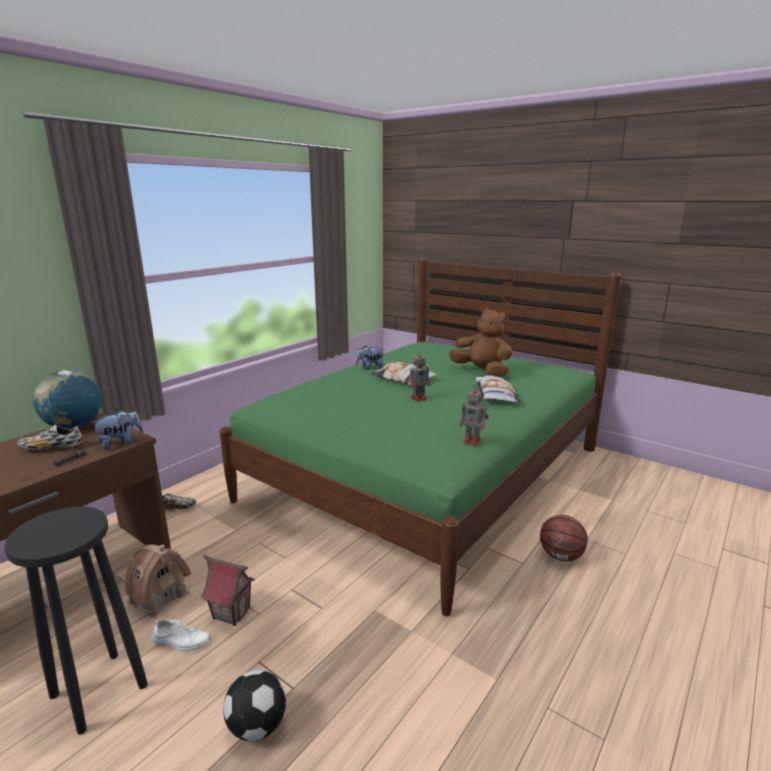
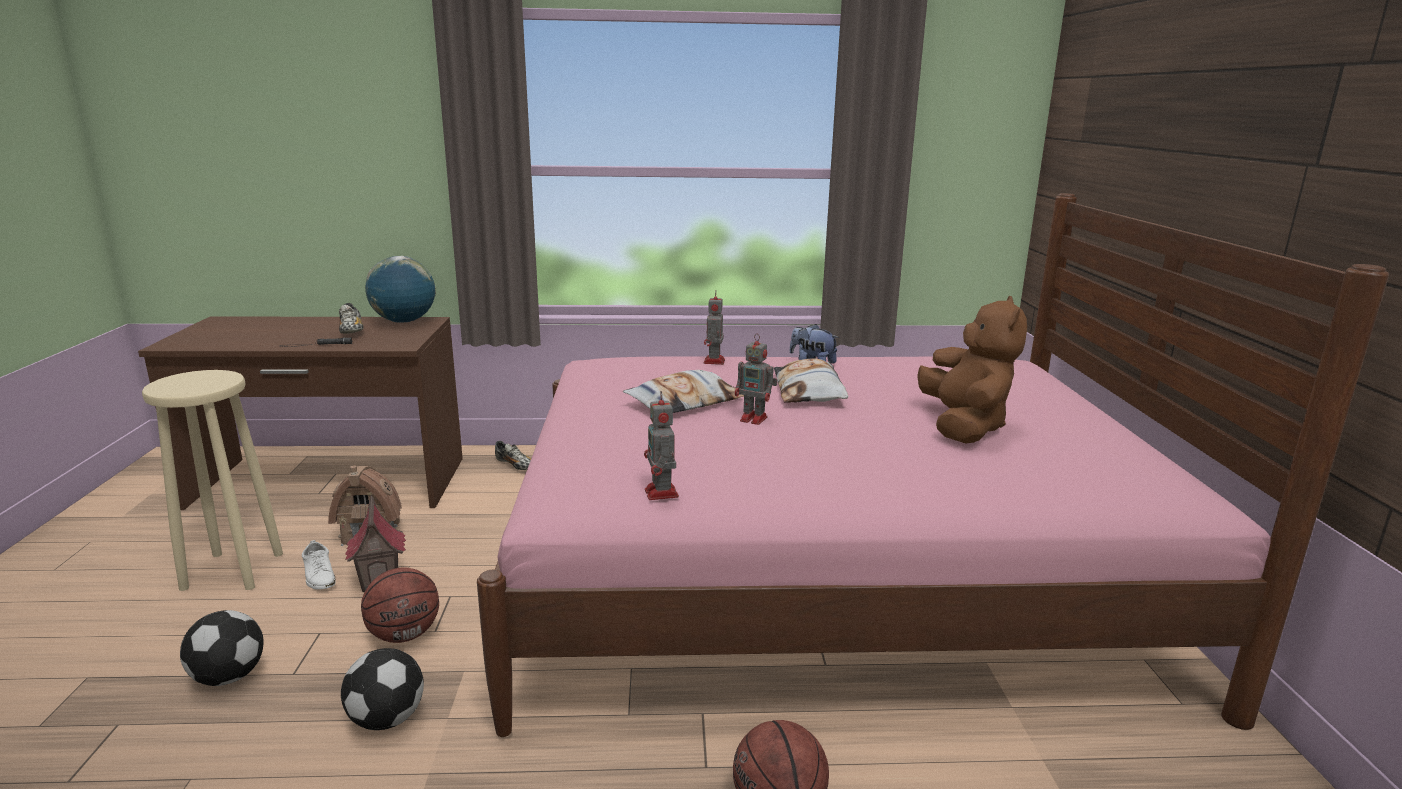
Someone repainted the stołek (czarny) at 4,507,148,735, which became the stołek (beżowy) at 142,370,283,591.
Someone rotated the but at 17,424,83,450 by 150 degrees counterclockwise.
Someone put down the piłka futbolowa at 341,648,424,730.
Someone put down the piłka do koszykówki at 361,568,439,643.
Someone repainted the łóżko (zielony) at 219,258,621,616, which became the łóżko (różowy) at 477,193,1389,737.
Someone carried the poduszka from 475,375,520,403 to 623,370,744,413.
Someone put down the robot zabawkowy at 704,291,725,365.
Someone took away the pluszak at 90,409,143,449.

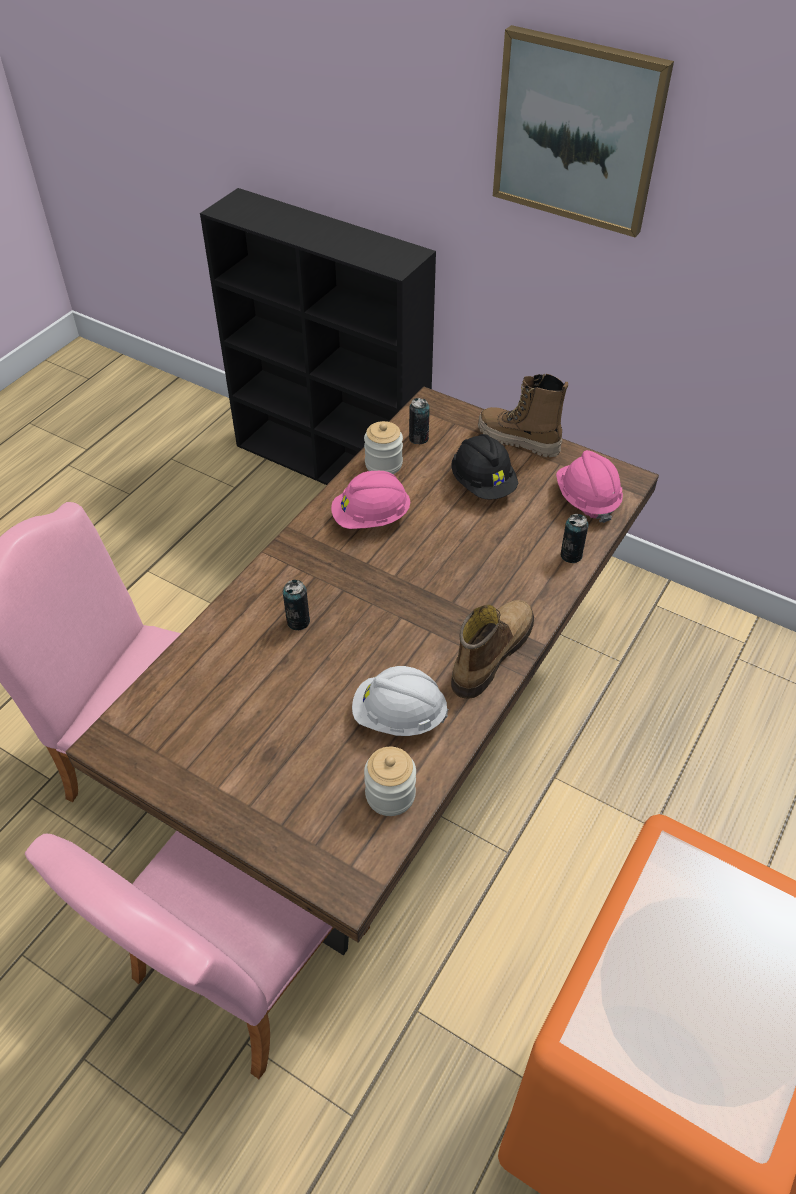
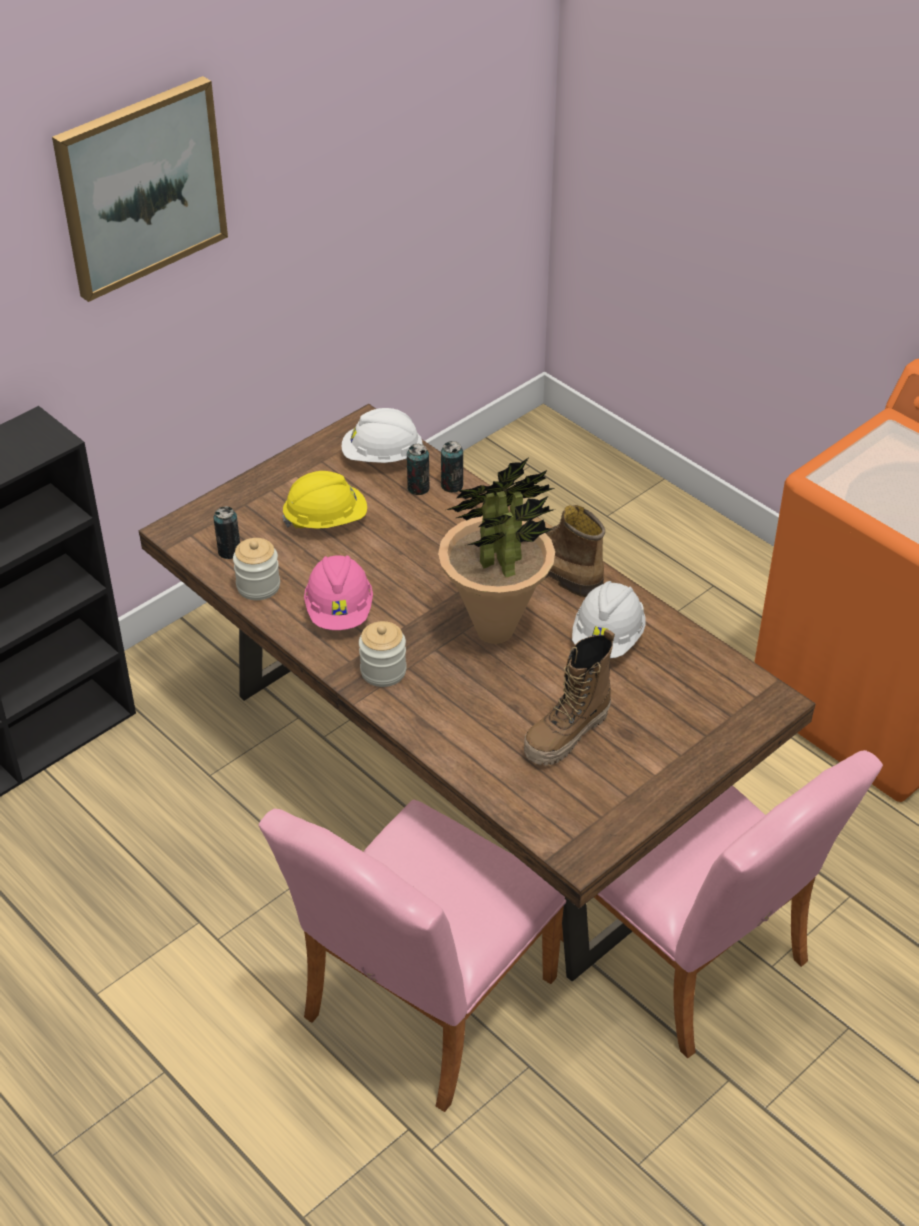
Someone repainted the kask (czarny) at 451,434,518,500, which became the kask (żółty) at 282,471,367,529.
Someone repainted the kask (różowy) at 556,450,623,523, which became the kask (biały) at 341,408,423,463.
Someone carried the słoik from 364,747,416,816 to 359,621,407,687.
Someone carried the puszka from 283,580,310,630 to 407,444,430,495.
Someone put down the roślina doniczkowa at 438,458,556,644.
Someone carried the but z cholewką from 478,374,568,457 to 524,629,615,766.

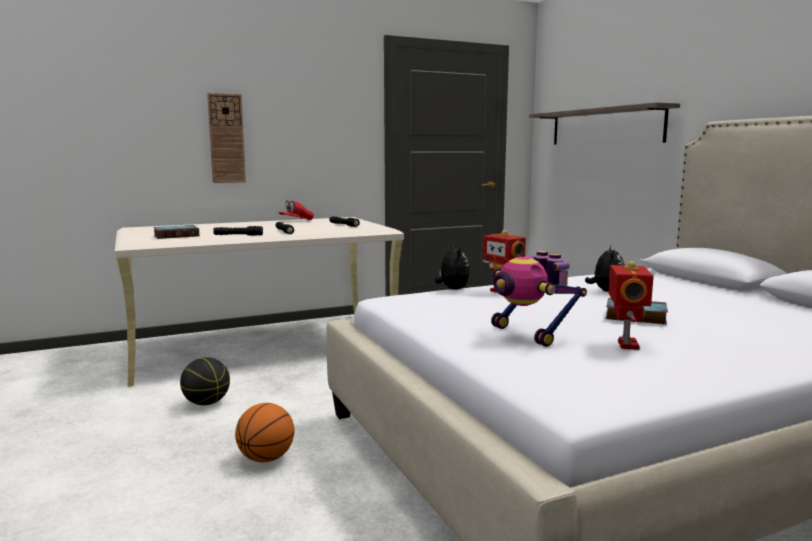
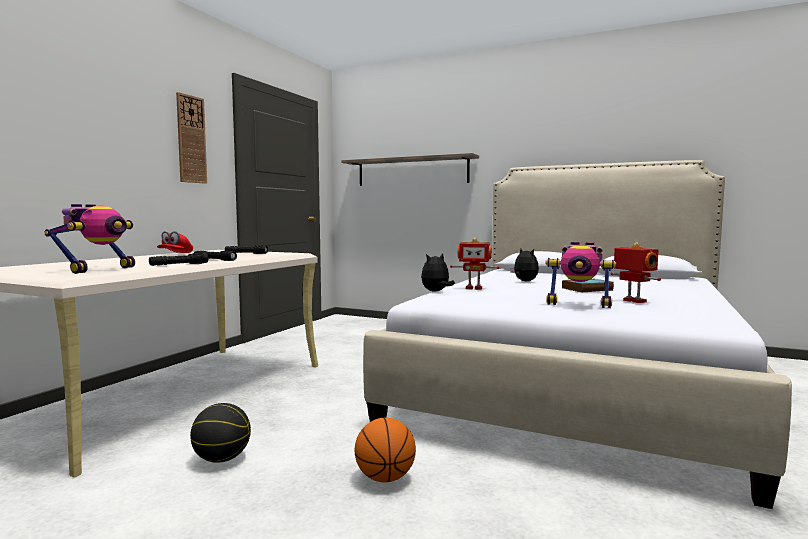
Someone swapped the książka at 153,225,199,239 for the robot zabawkowy at 44,204,135,274.
Someone carried the zegar ścienny from 207,93,246,183 to 176,92,207,184.
Someone rotated the pluszak at 435,244,470,289 by 75 degrees counterclockwise.

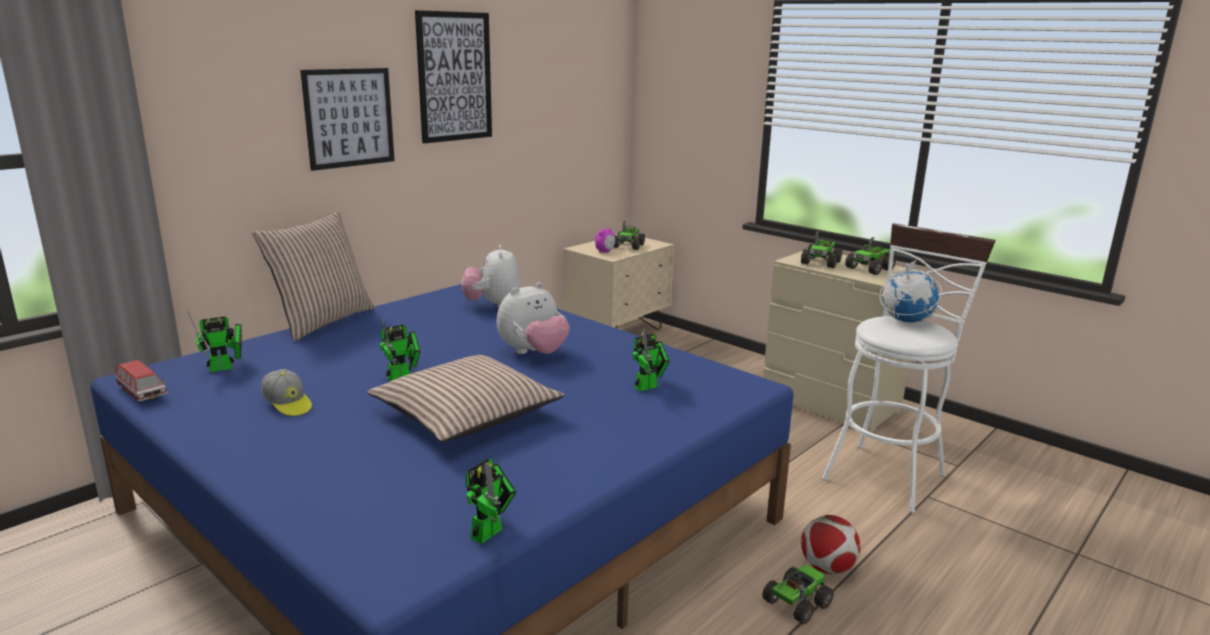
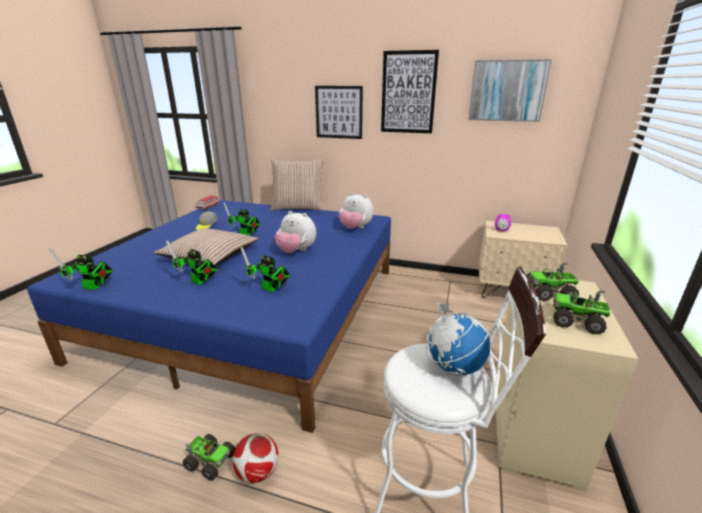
Someone carried the robot zabawkowy from 186,309,242,372 to 166,240,218,285.
Someone rotated the pluszak at 462,245,521,309 by 120 degrees counterclockwise.
Someone put up the obraz at 468,60,552,122.
Someone took away the ciężarówka zabawkowa at 614,221,645,250.

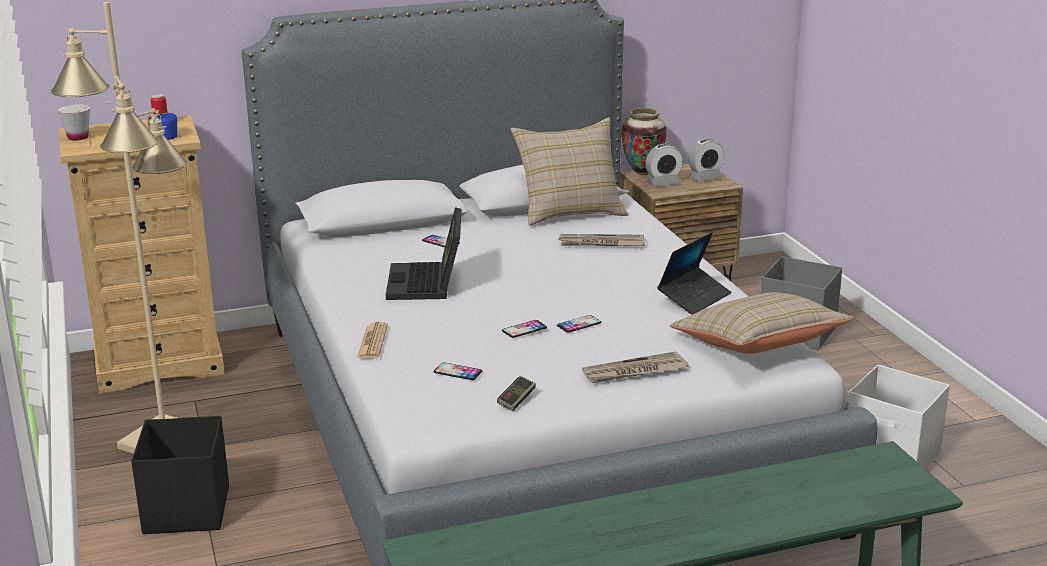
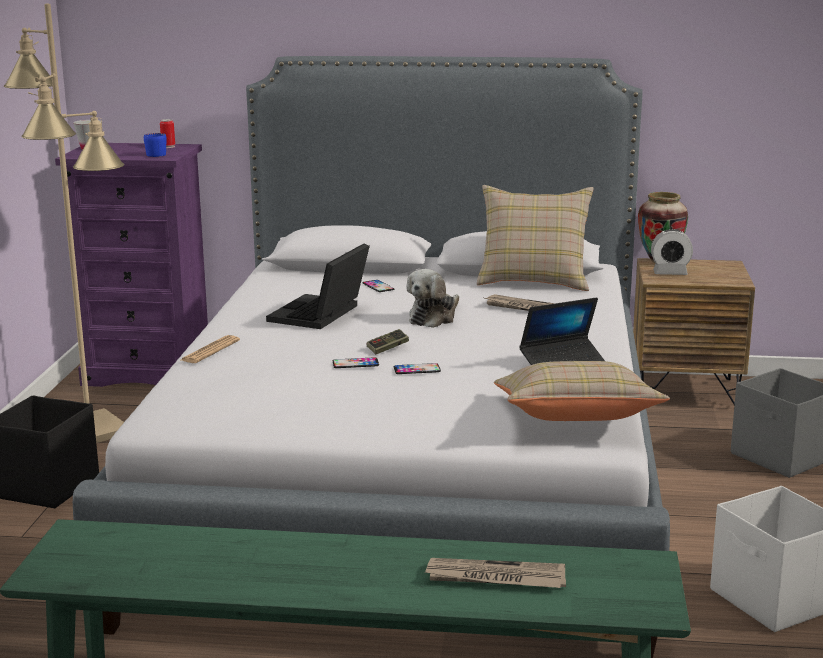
Someone repainted the komoda (beżowy) at 59,116,225,394, which became the komoda (fioletowy) at 55,143,208,387.
Someone carried the pad do gier from 497,376,536,411 to 367,329,409,354.
Someone put down the pluszak at 406,269,459,328.
Someone carried the gazeta from 582,351,689,383 to 425,558,566,588.
Someone took away the telefon at 434,363,482,380.
Someone took away the budzik at 688,138,724,182.

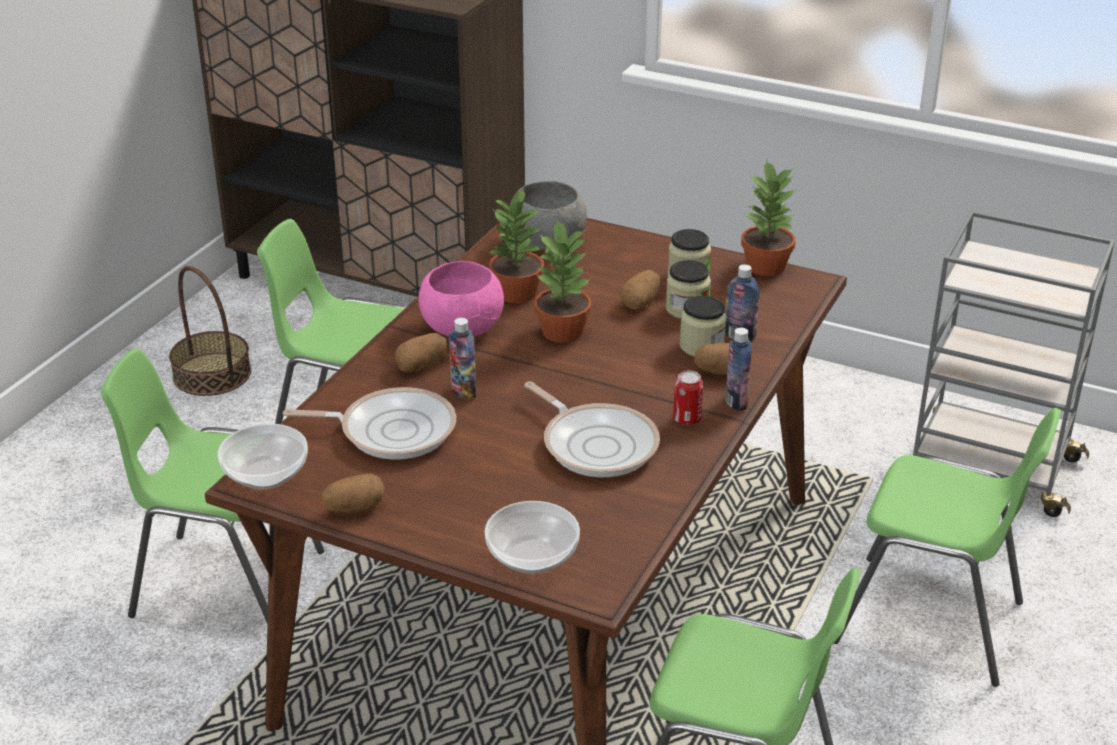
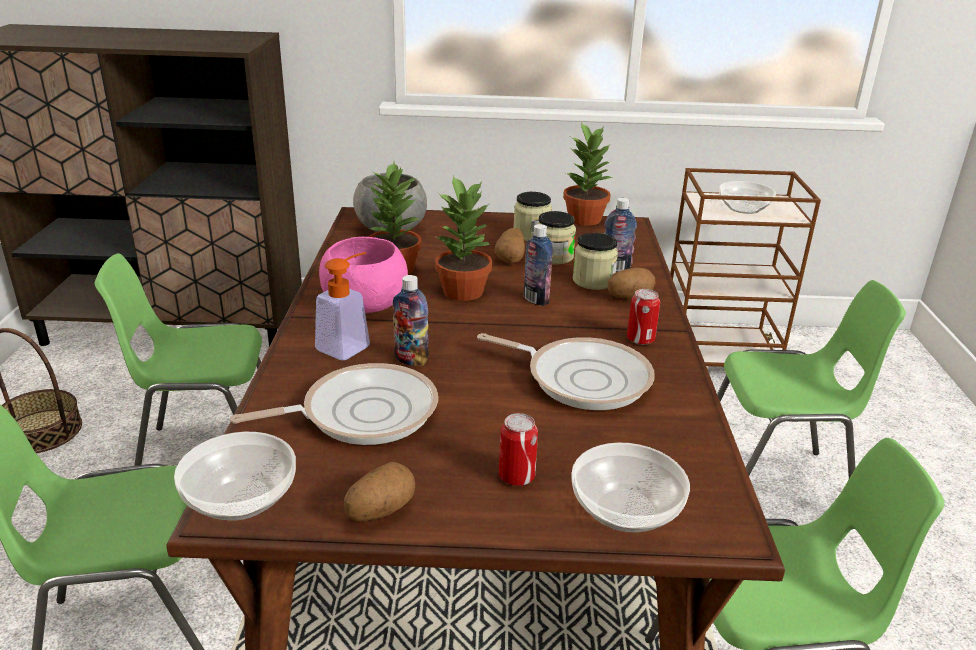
Someone swapped the ziemniak at 395,333,447,372 for the dozownik mydła at 315,252,370,360.
Someone put down the puszka at 499,413,538,486.
Someone carried the butelka from 725,328,752,411 to 524,224,553,306.
Someone repainted the wózek (szary) at 913,211,1115,517, which became the wózek (brązowy) at 670,168,821,367.
Someone put down the miska at 719,181,776,214.

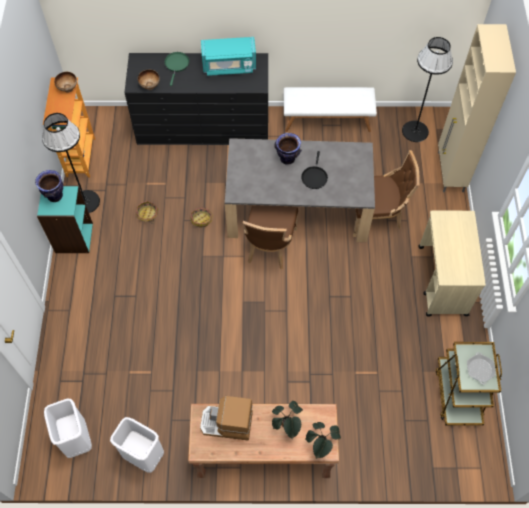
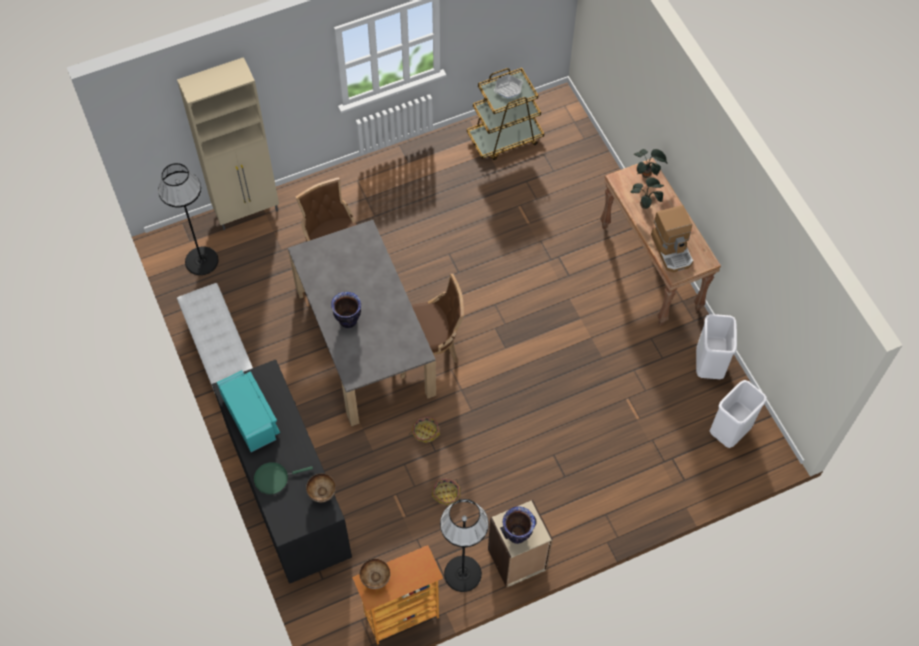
Someone repainted the regał (turkusowy) at 37,185,93,253, which became the regał (beżowy) at 488,500,553,588.
Someone took away the patelnia (czarny) at 301,151,328,189.
Someone took away the wózek (beżowy) at 418,211,486,317.

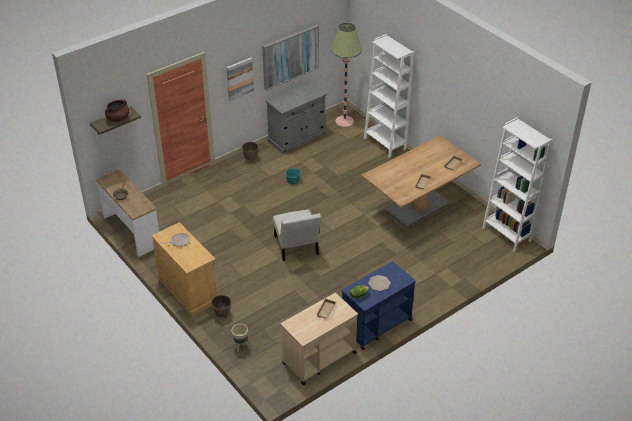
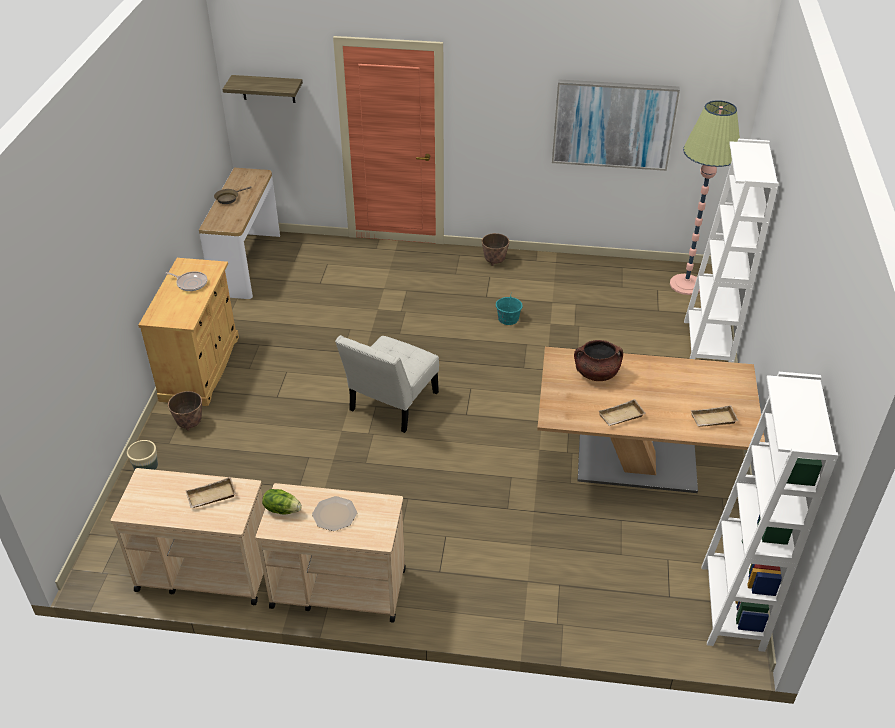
Someone repainted the wózek (niebieski) at 342,261,416,350, which became the wózek (beżowy) at 255,483,406,623.
Someone carried the garnek (brązowy) from 105,100,129,122 to 574,340,623,381.
Someone took away the obraz at 227,58,254,101.
Someone took away the szafka (szary) at 266,81,328,154.

